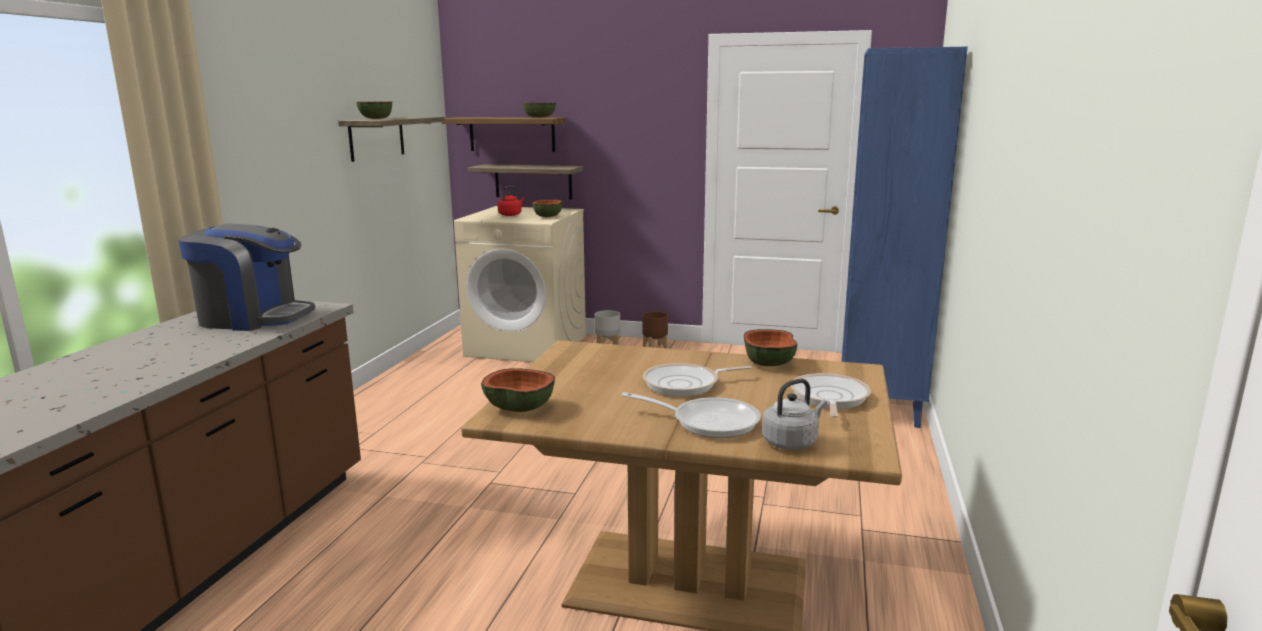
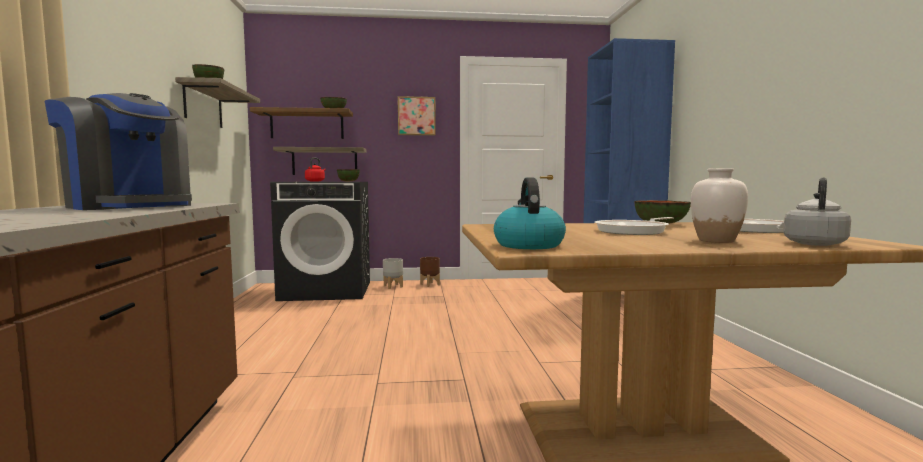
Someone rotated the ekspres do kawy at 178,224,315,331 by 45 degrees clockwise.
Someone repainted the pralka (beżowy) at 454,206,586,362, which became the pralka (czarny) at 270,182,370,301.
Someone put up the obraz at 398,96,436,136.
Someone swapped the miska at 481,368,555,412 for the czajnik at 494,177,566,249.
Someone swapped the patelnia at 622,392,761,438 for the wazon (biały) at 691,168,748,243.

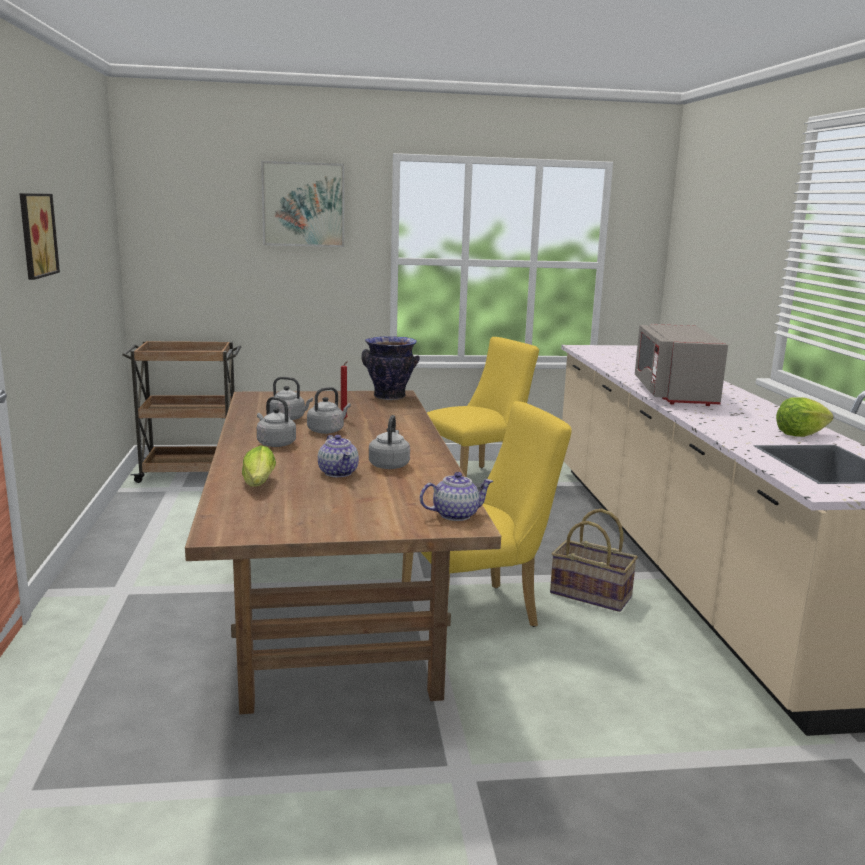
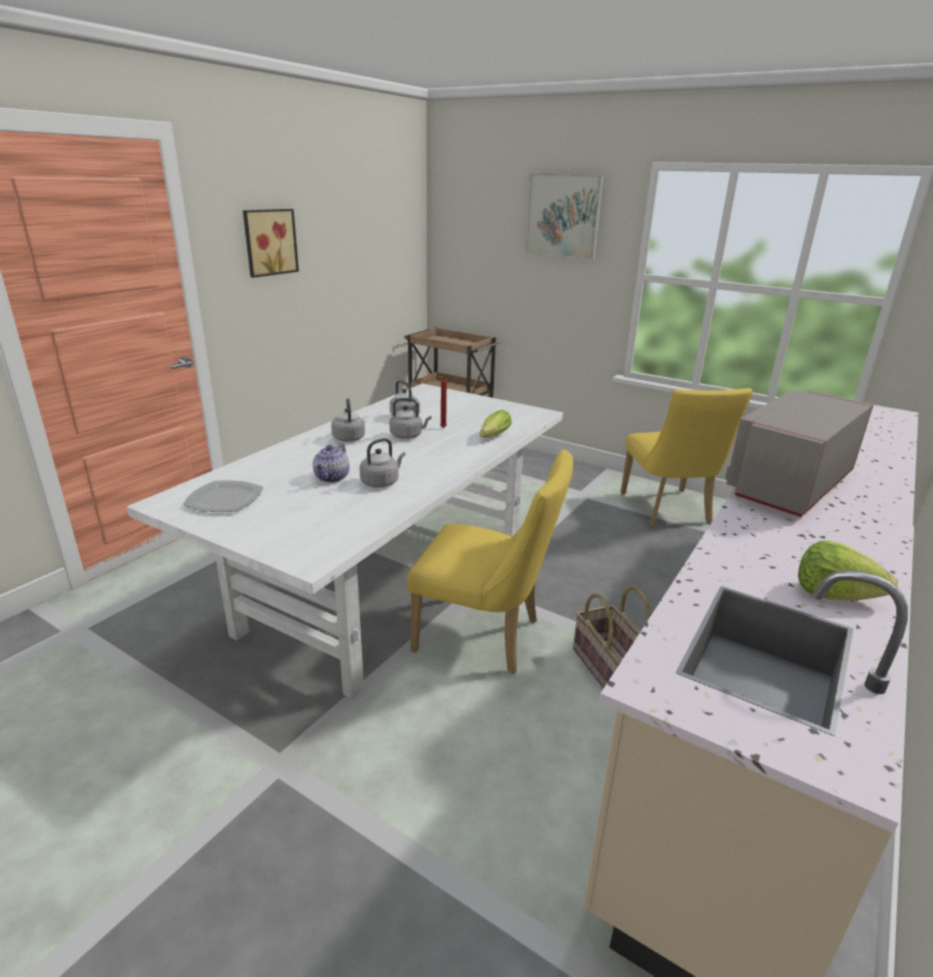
Someone repainted the stół jadalny (brązowy) at 185,391,501,714, which became the stół jadalny (biały) at 127,383,563,699.
Someone put down the talerz at 183,480,263,512.
Someone carried the sałata from 242,445,276,487 to 479,410,511,438.
Someone rotated the krzesło (żółty) at 427,337,539,477 by 75 degrees clockwise.
Someone took away the wazon at 361,336,420,400.
Someone took away the imbryk at 420,472,493,521.

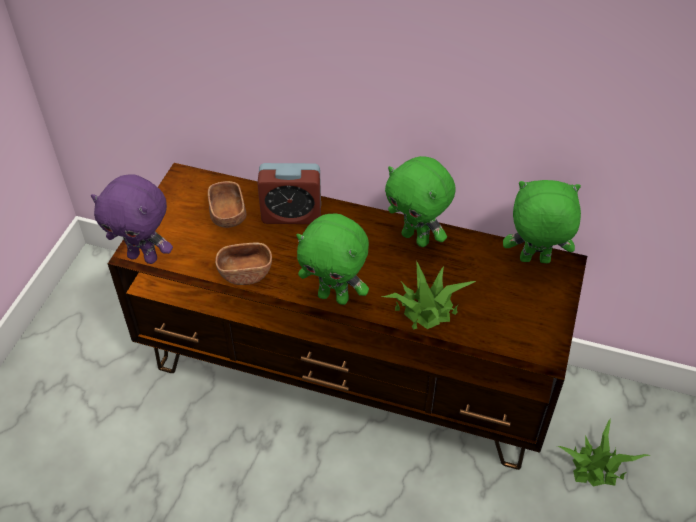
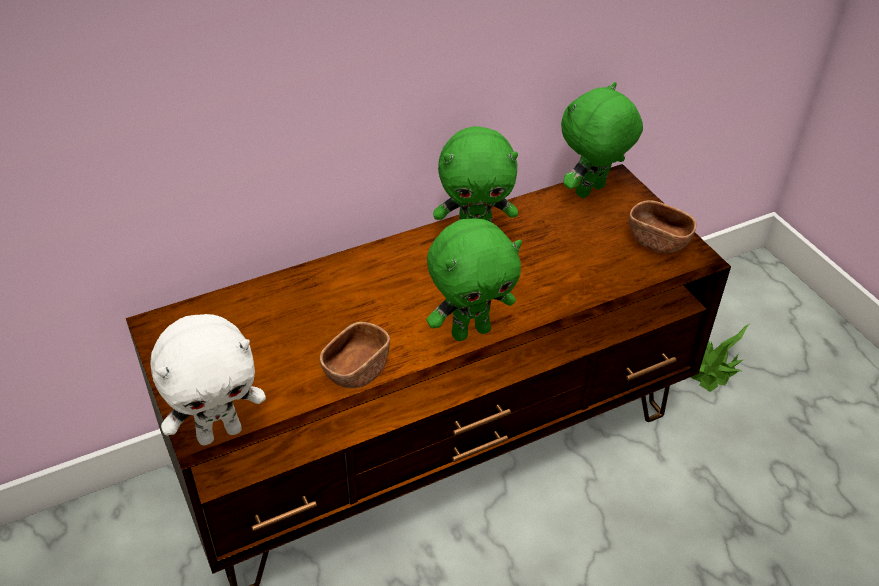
Someone repainted the pluszak (fioletowy) at 91,174,173,264, which became the pluszak (biały) at 151,314,266,446.
Someone carried the miska (brązowy) from 208,181,247,228 to 629,200,696,253.
Someone took away the budzik at 257,163,321,224.
Someone took away the roślina doniczkowa at 381,261,476,330.

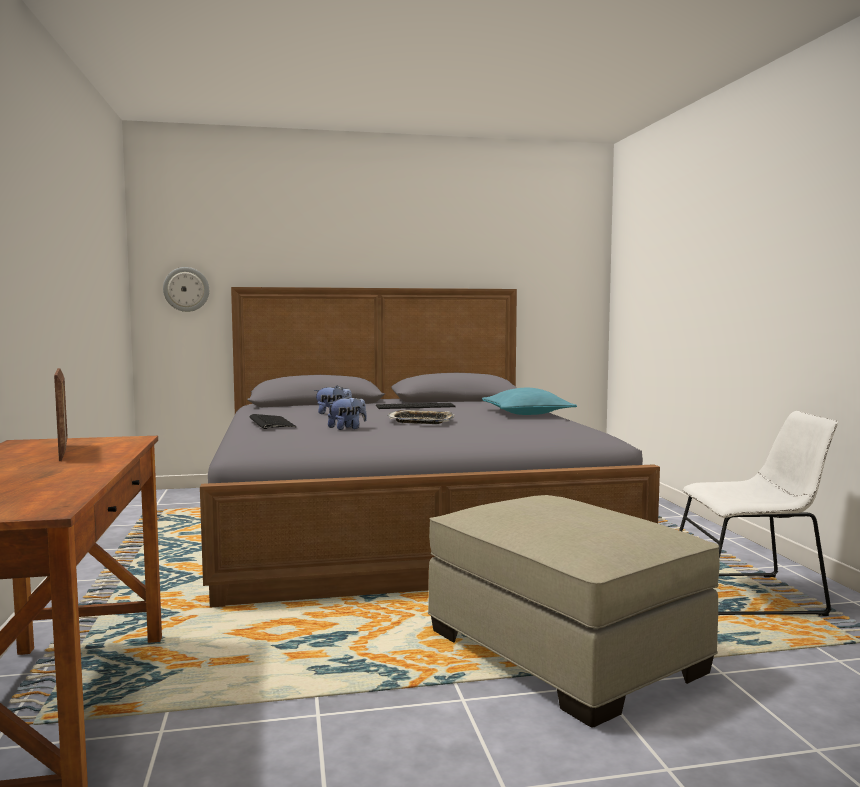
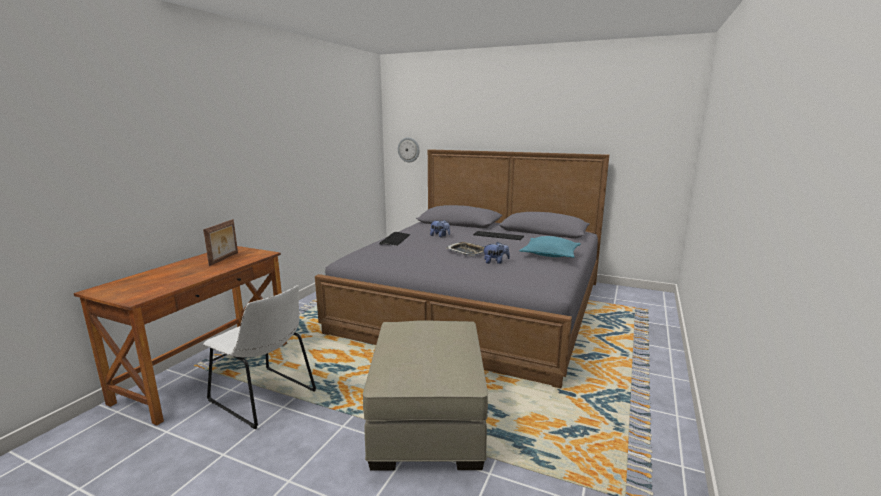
Someone carried the krzesło (biały) from 679,411,838,616 to 203,285,316,429.
Someone carried the pluszak from 328,396,367,430 to 482,242,510,264.

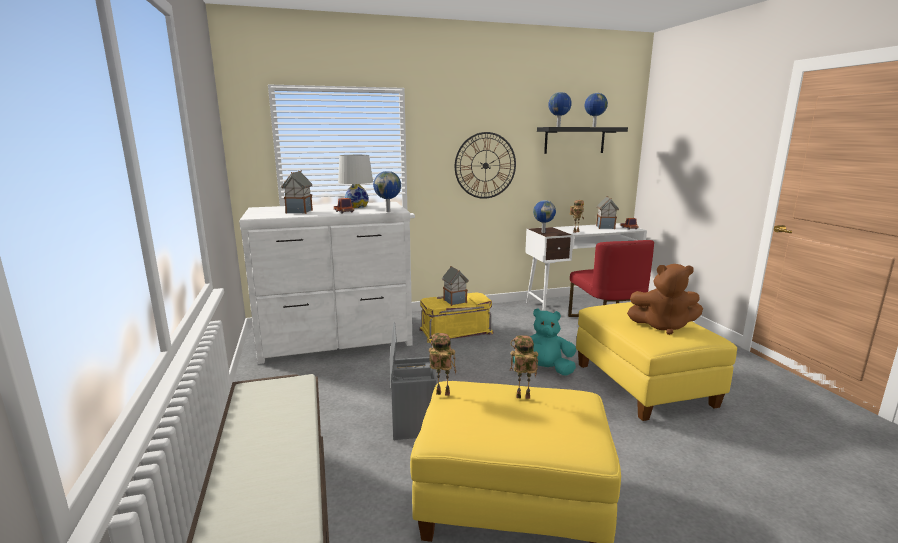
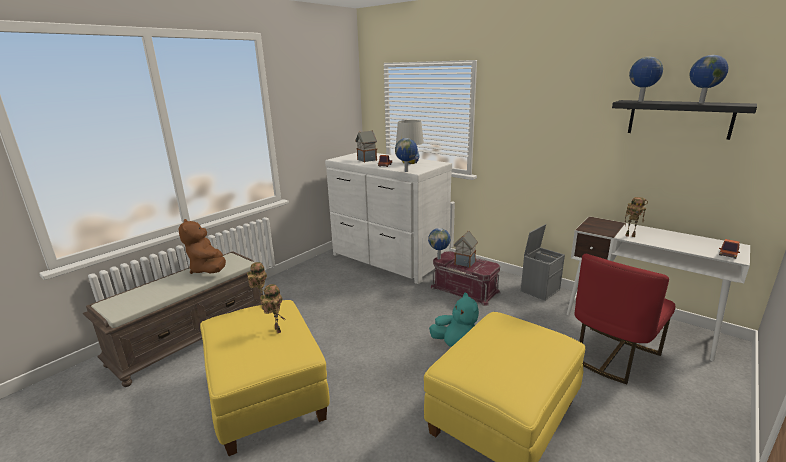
Someone carried the pluszak (brązowy) from 627,264,703,335 to 179,219,226,274.
Someone carried the globus from 533,200,556,233 to 428,228,450,259.
Someone repainted the pojemnik do przechowywania (żółty) at 419,292,494,343, which became the pojemnik do przechowywania (czerwony) at 431,251,500,306.
Someone carried the pojemnik do przechowywania (szary) from 390,322,437,440 to 521,224,565,301.
Someone took away the zegar ścienny at 455,132,516,199.
Someone took away the domek at 596,196,619,229.

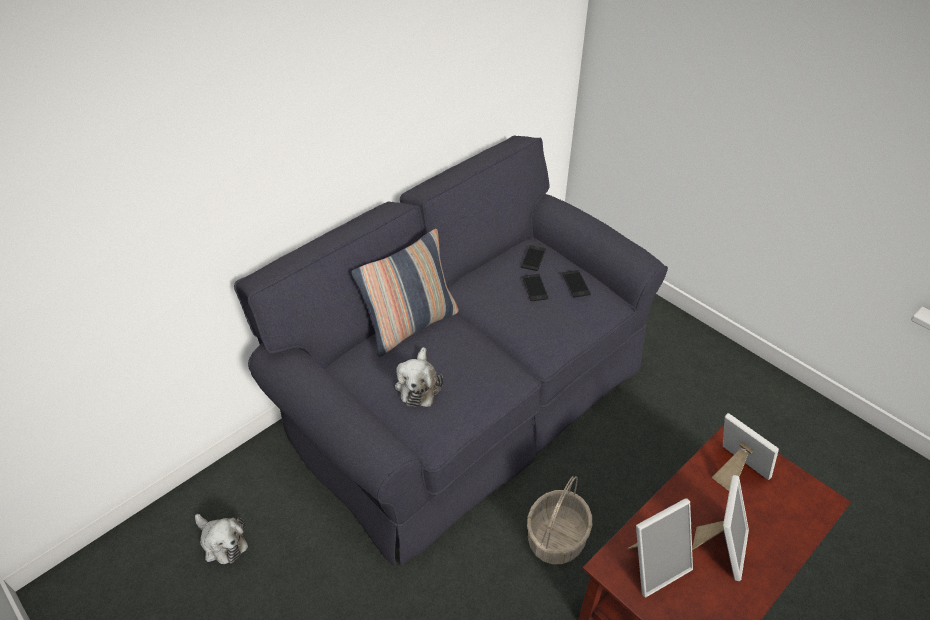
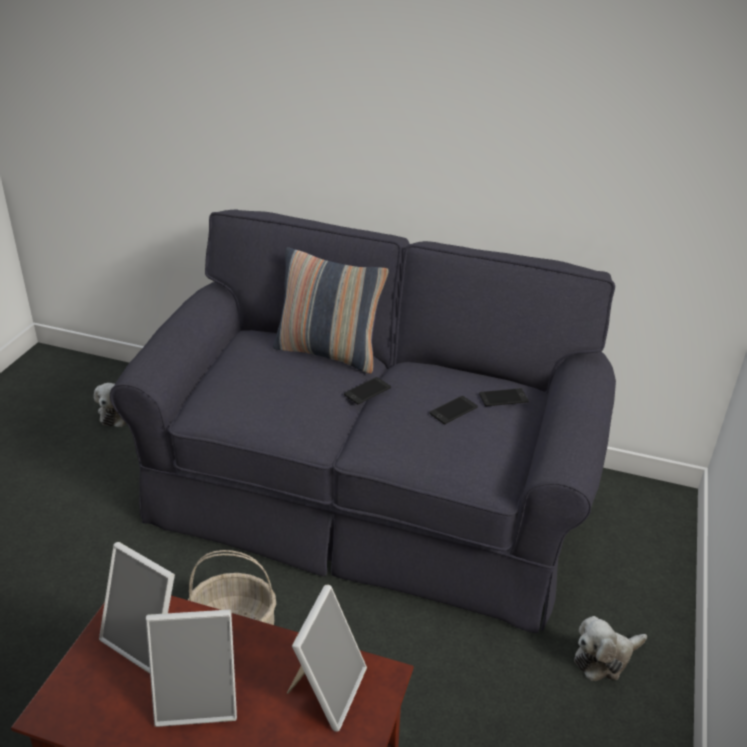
Someone carried the telefon from 562,270,591,298 to 344,377,391,404.
Someone carried the pluszak from 395,347,443,407 to 574,616,647,681.

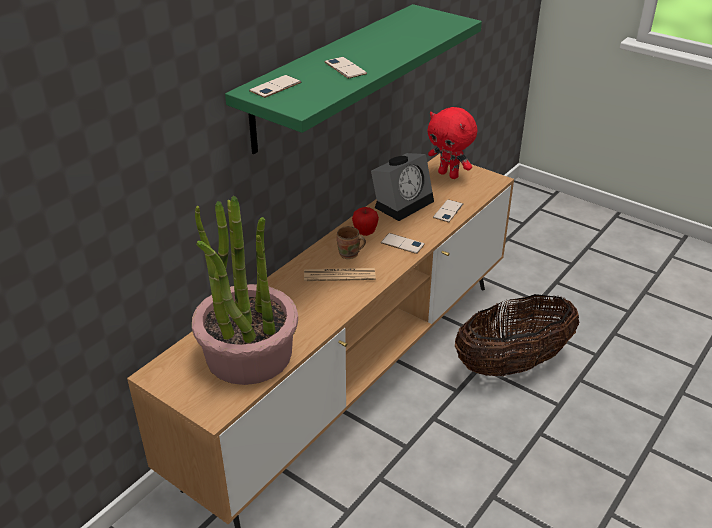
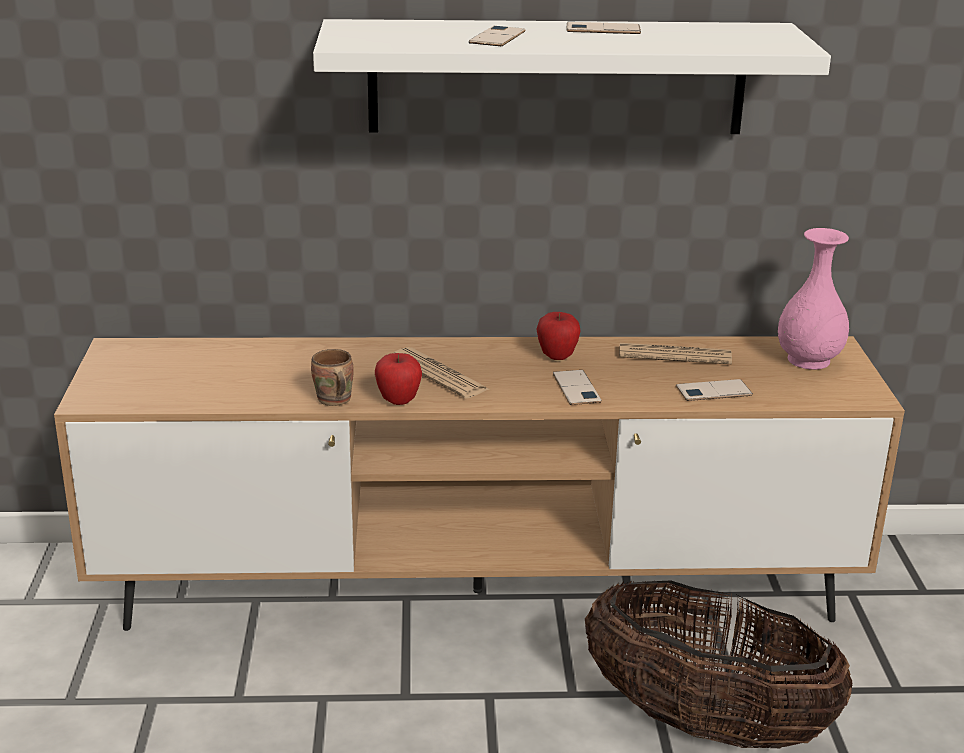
Someone carried the kubek (brązowy) from 337,226,366,259 to 311,349,354,406.
Someone repainted the półka (zielony) at 225,4,482,154, which became the półka (biały) at 313,19,831,134.
Someone put down the jabłko at 375,353,422,405.
Someone carried the telefon from 249,75,301,98 to 567,22,641,34.
Someone swapped the budzik at 371,153,434,221 for the gazeta at 619,343,732,364.
Someone swapped the pluszak (czerwony) at 428,107,477,179 for the wazon (różowy) at 778,228,849,370.
Someone took away the roślina doniczkowa at 192,196,298,385.

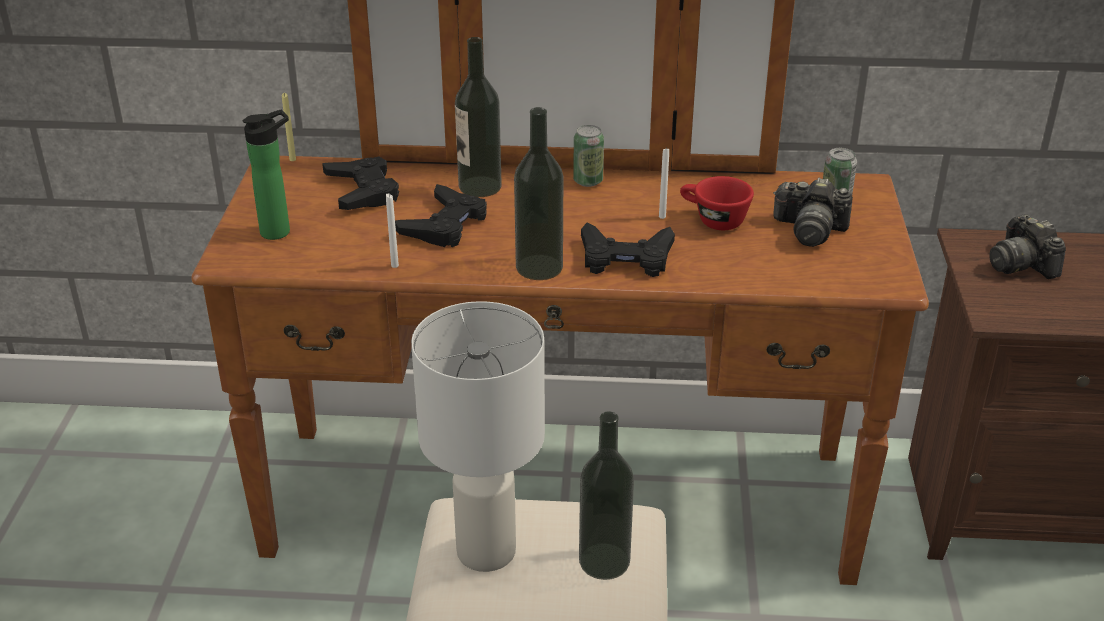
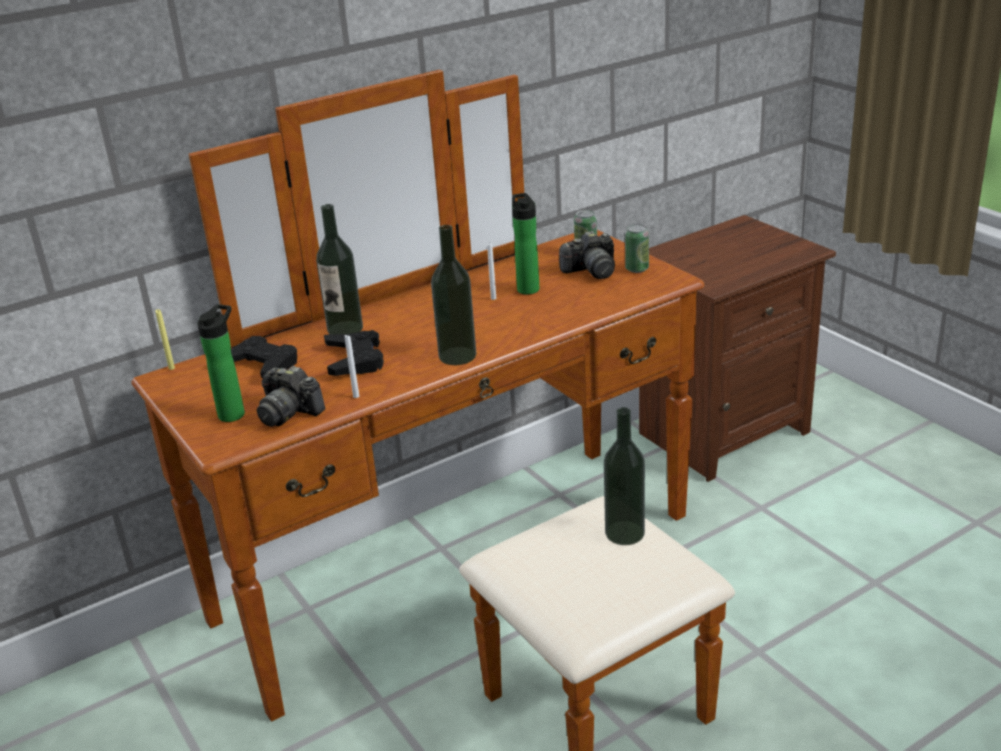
Someone carried the aparat fotograficzny from 989,214,1066,279 to 257,366,325,427.
Someone swapped the filiżanka (czerwony) at 680,176,754,230 for the butelka at 512,193,539,295.
Someone carried the puszka from 573,125,604,187 to 625,224,649,273.
Someone took away the lampa stołowa (biały) at 411,301,545,572.
Someone took away the pad do gier (czarny) at 581,223,675,277.

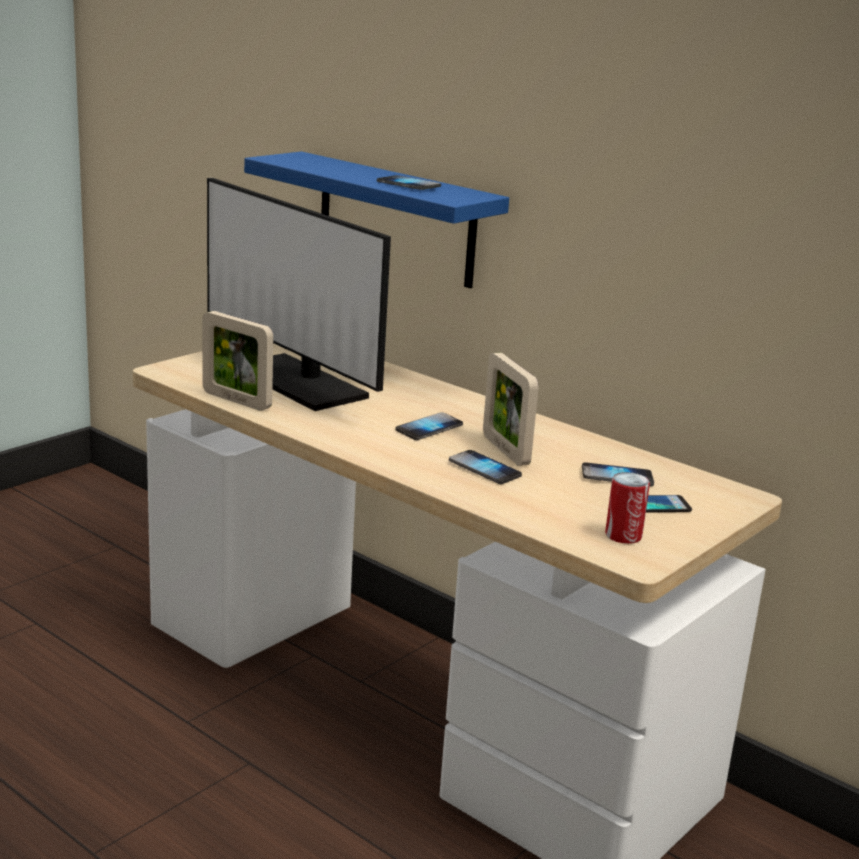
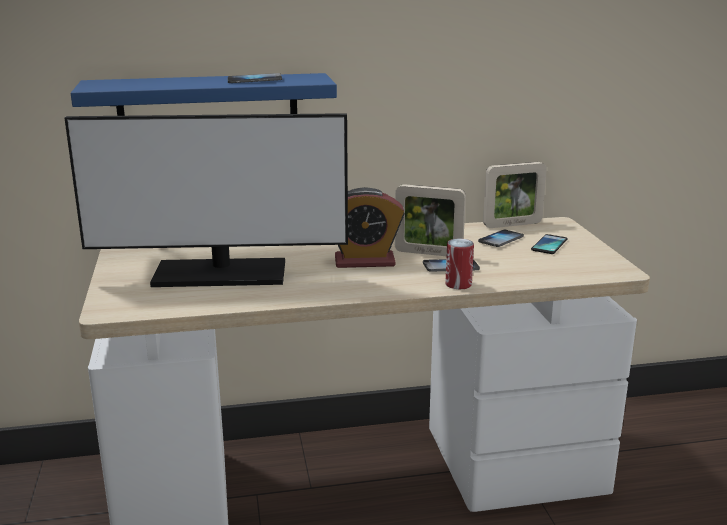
Someone swapped the telefon at 395,412,463,440 for the budzik at 335,187,405,268.
Someone carried the puszka from 605,472,650,544 to 445,238,474,289.
Someone carried the ramka na zdjęcie from 202,311,273,411 to 483,162,547,228.

